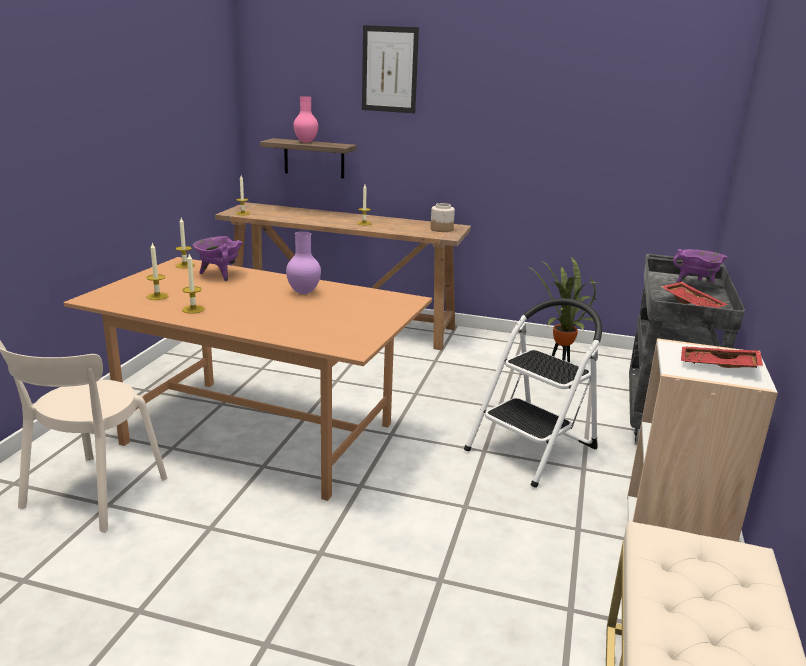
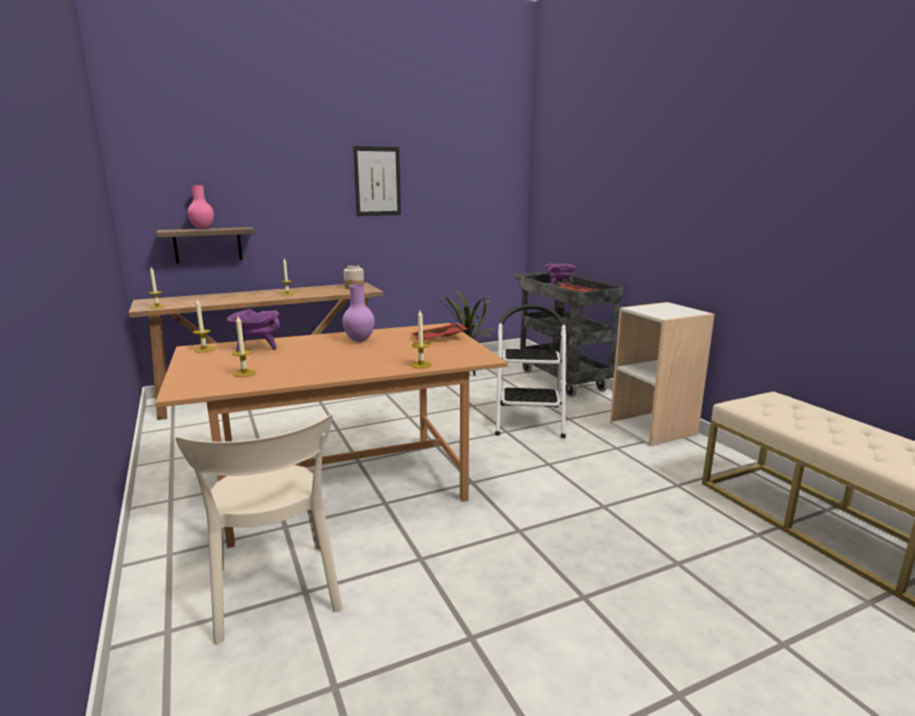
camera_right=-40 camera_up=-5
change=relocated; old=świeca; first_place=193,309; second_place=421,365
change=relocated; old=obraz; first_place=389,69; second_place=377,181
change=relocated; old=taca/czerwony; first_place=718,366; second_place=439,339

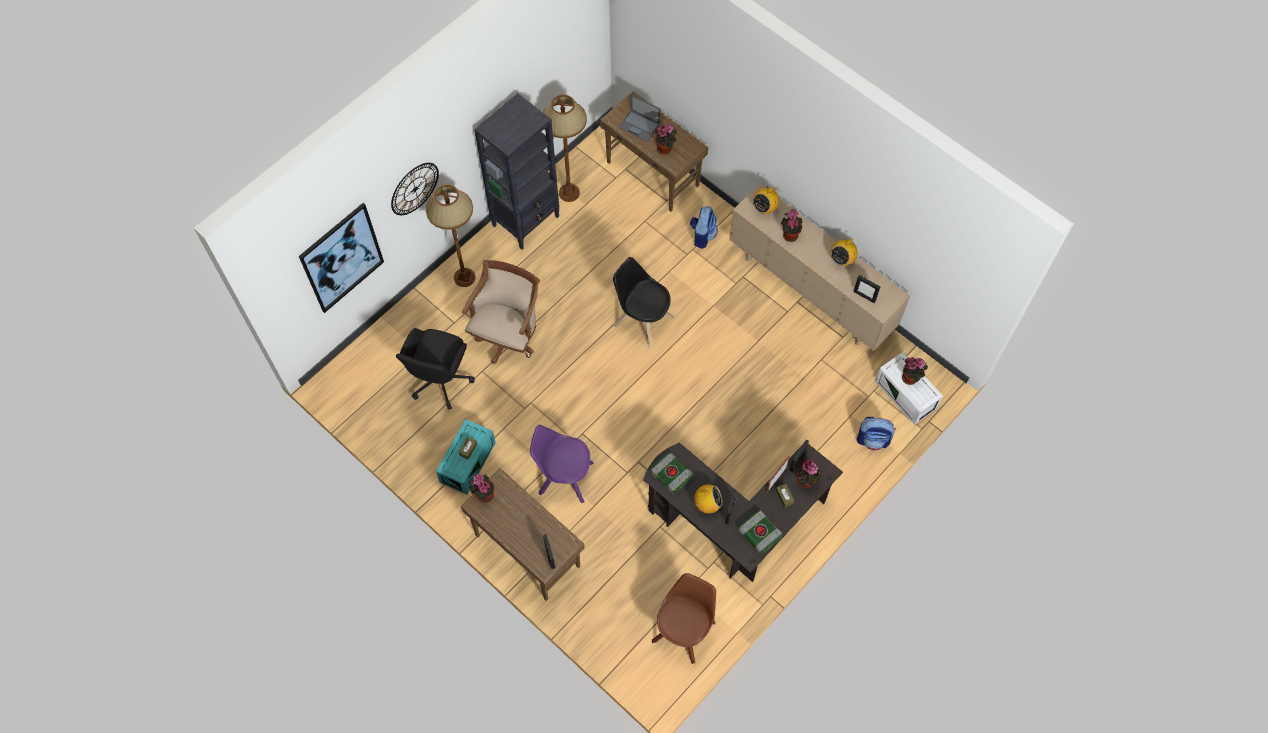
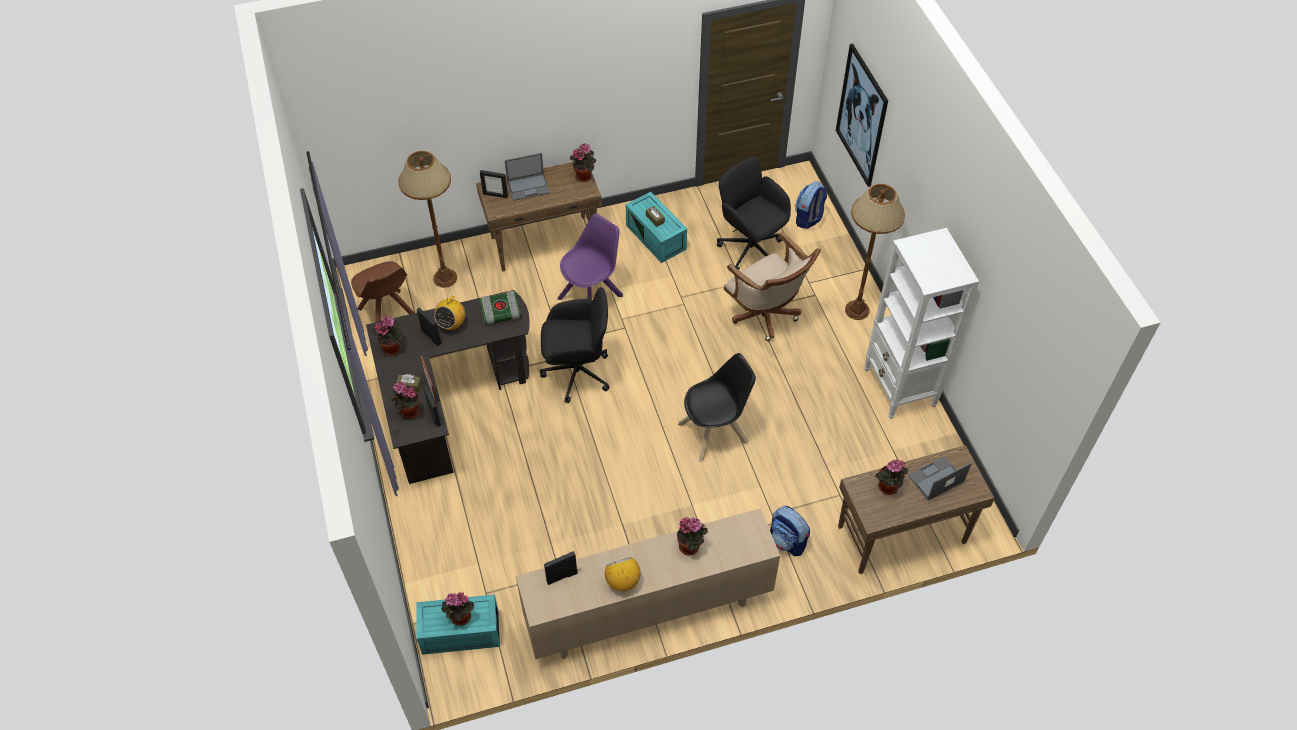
camera_right=120 camera_up=-10
change=missing; old=zegar ścienny; first_place=414,189
change=colour; old=regał/czarny; new=regał/biały; first_place=526,221; second_place=899,388
change=relocated; old=lampa stojąca/brązowy; first_place=569,192; second_place=445,278
change=exchanged; old=książka; new=roślina doniczkowa; first_place=759,534; second_place=393,348
change=missing; old=radio; first_place=765,208
change=relocated; old=plecak; first_place=873,440; second_place=808,219
change=colour; old=pojemnik do przechowywania/biały; new=pojemnik do przechowywania/turkusowy; first_place=907,394; second_place=459,633
change=appeared; new=laptop; second_place=529,186
change=appeared; new=krzesło biurowe/czarny; second_place=577,374

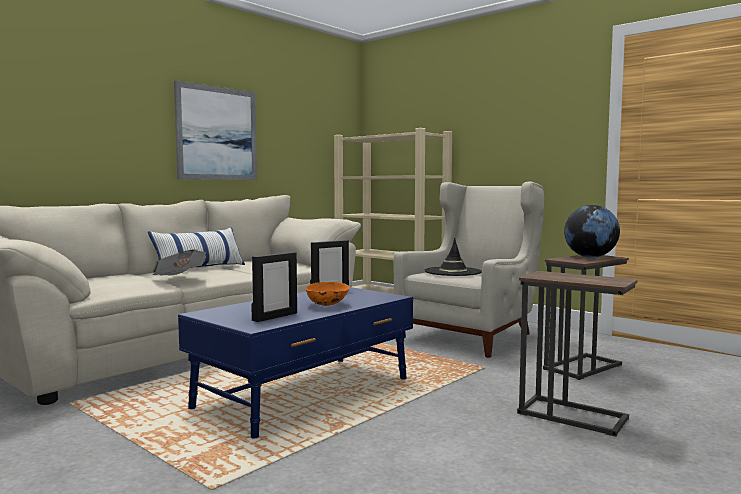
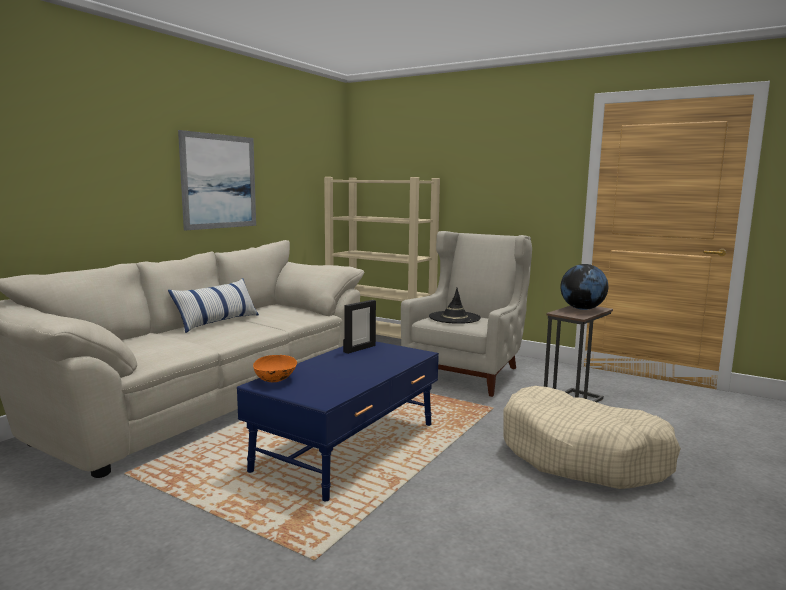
camera_right=-10 camera_up=5
change=missing; old=gazeta; first_place=179,278
change=missing; old=ramka na zdjęcie; first_place=275,317
change=relocated; old=miska/pomarańczowy; first_place=327,305; second_place=275,380
change=exchanged; old=stolik/brązowy; new=legowisko/beżowy; first_place=571,416; second_place=583,456

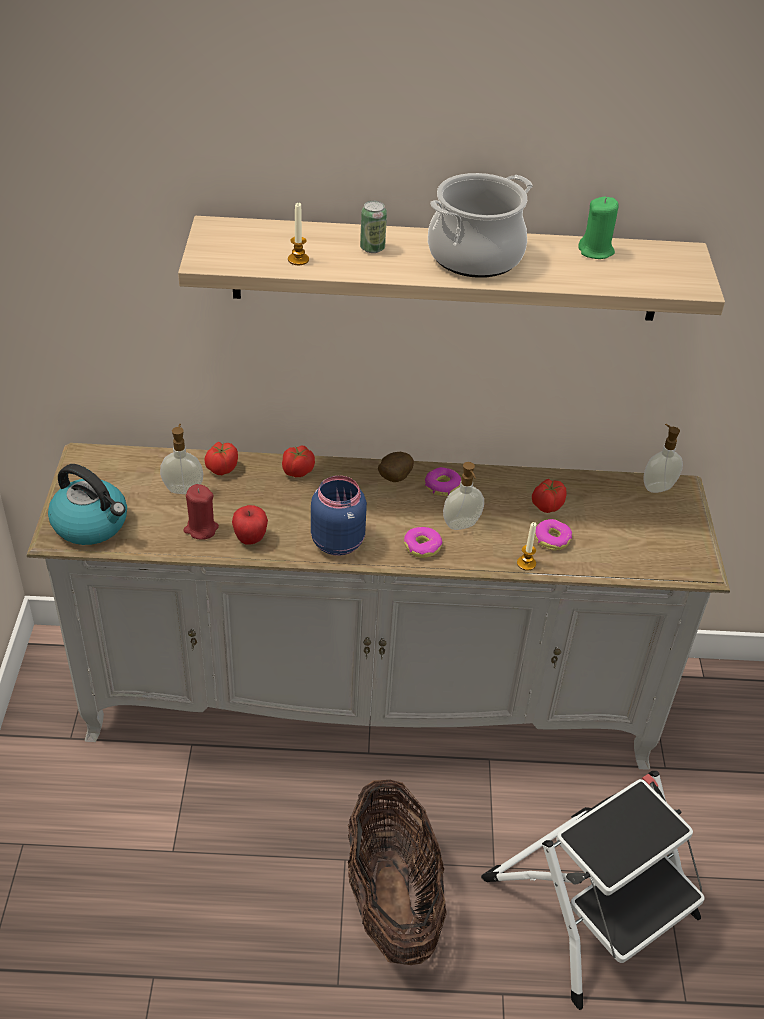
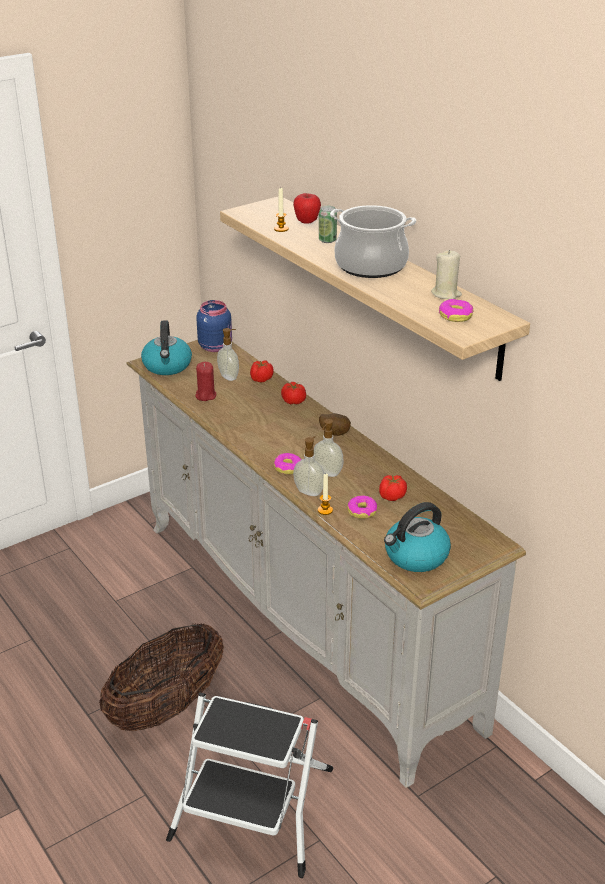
camera_right=55 camera_up=-10
change=relocated; old=jabłko; first_place=250,539; second_place=307,222
change=relocated; old=słoik/niebieski; first_place=337,541; second_place=216,346
change=relocated; old=donut; first_place=442,486; second_place=455,316
change=colour; old=świeca/zielony; new=świeca/beżowy; first_place=596,251; second_place=446,294
change=relocated; old=dozownik mydła; first_place=657,487; second_place=309,491
change=appeared; new=czajnik; second_place=415,556

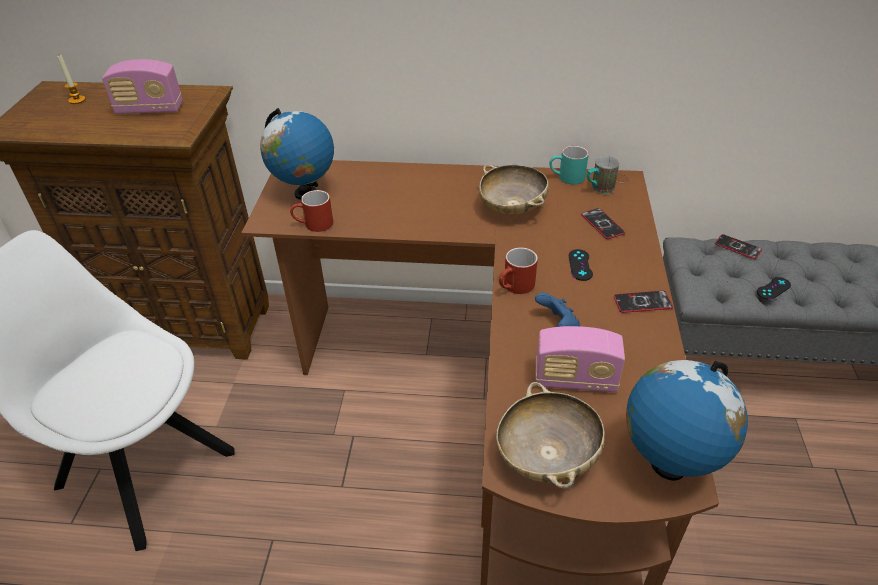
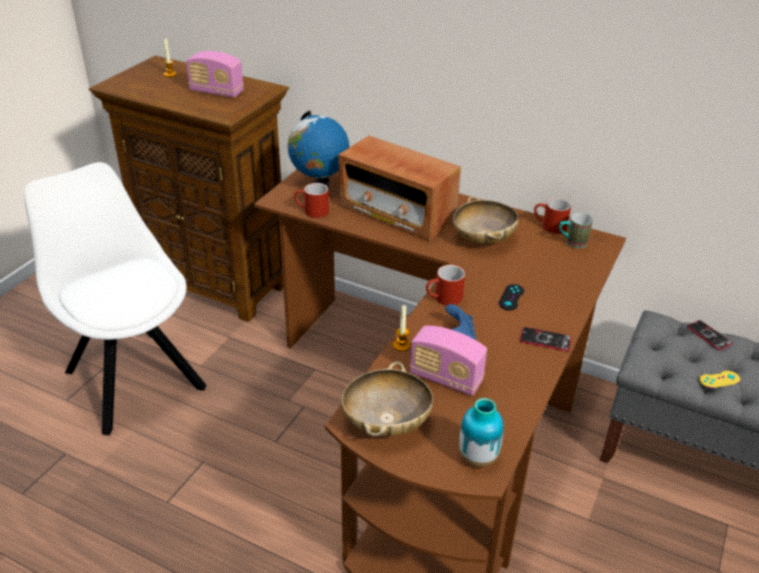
camera_right=20 camera_up=-5
change=colour; old=kubek/turkusowy; new=kubek/czerwony; first_place=566,178; second_place=549,227
change=missing; old=telefon; first_place=602,224
change=exchanged; old=globus; new=wazon; first_place=667,465; second_place=478,458
change=colour; old=pad do gier/czarny; new=pad do gier/żółty; first_place=773,288; second_place=719,379
change=appeared; new=radio; second_place=396,213
change=appeared; new=świeca; second_place=401,345

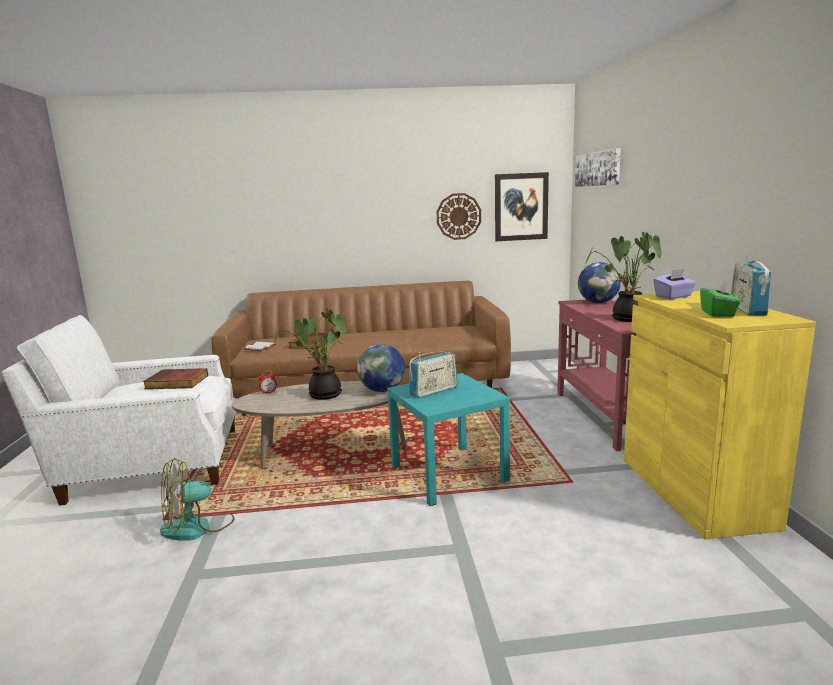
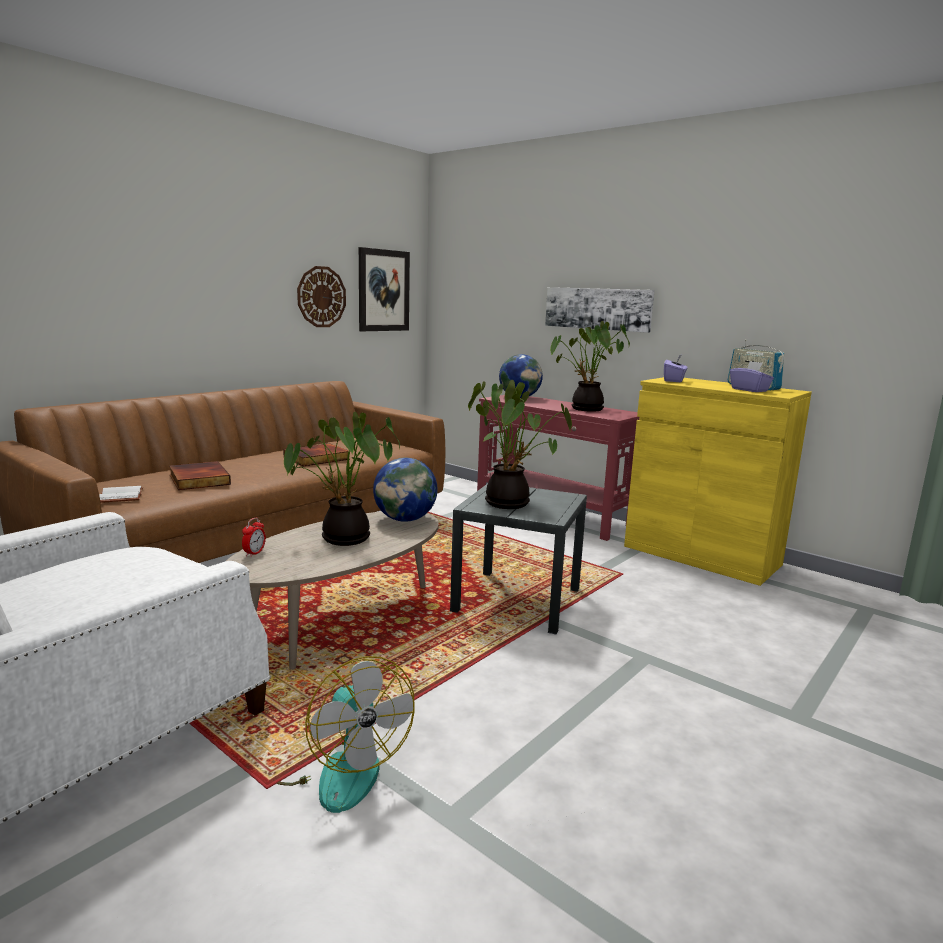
camera_right=-45 camera_up=0
change=relocated; old=książka; first_place=176,382; second_place=317,458
change=spun; old=wentylator; first_place=197,526; second_place=341,769; degrees=-45
change=colour; old=stolik/turkusowy; new=stolik/szary; first_place=448,474; second_place=518,601
change=exchanged; old=radio; new=roślina doniczkowa; first_place=433,391; second_place=510,503
change=relocated; old=obraz; first_place=598,169; second_place=598,308
change=colour; old=pudełko chusteczek/zielony; new=pudełko chusteczek/fioletowy; first_place=718,313; second_place=749,390

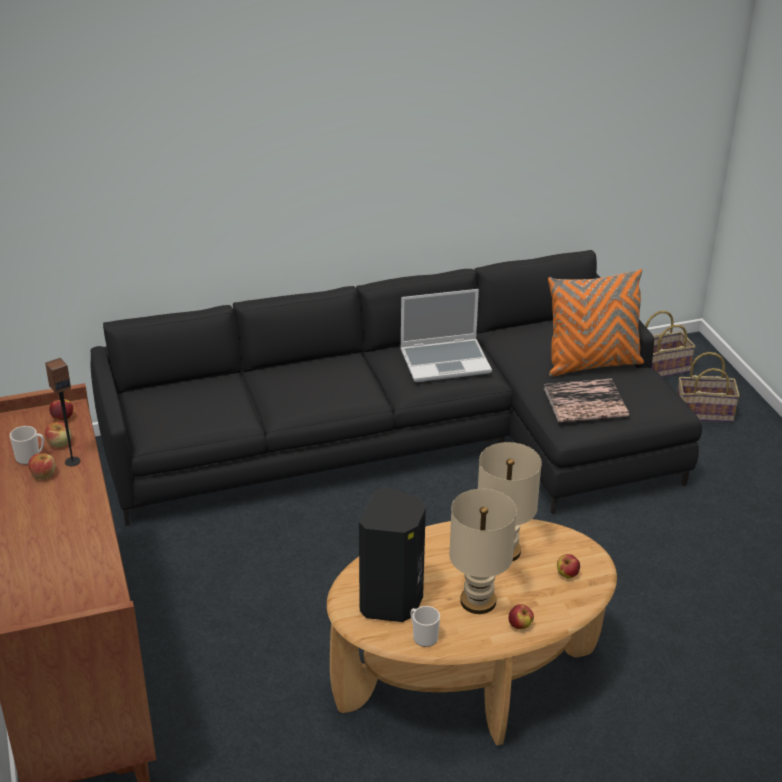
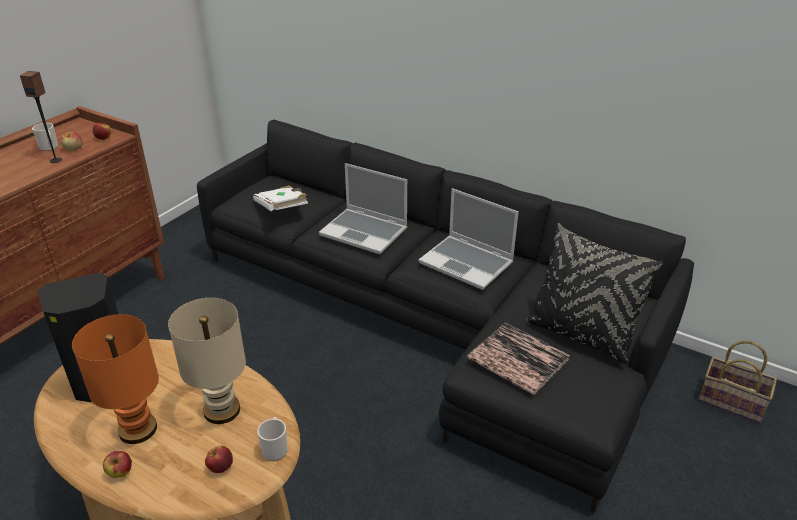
camera_right=50 camera_up=0
change=missing; old=jabłko; first_place=43,474
change=relocated; old=kubek; first_place=423,636; second_place=275,448
change=colour; old=lampa stołowa/beżowy; new=lampa stołowa/pomarańczowy; first_place=477,601; second_place=137,429
change=colour; old=poduszka/pomarańczowy; new=poduszka/czarny; first_place=592,364; second_place=581,335
change=missing; old=koszyk; first_place=705,412
change=appeared; new=książka/biały; second_place=282,209
change=appeared; new=laptop; second_place=365,232

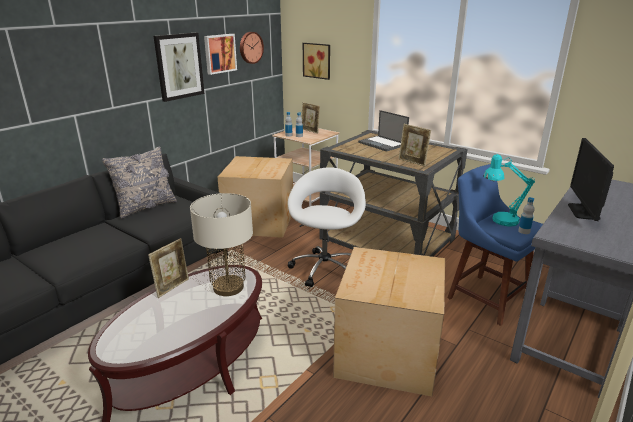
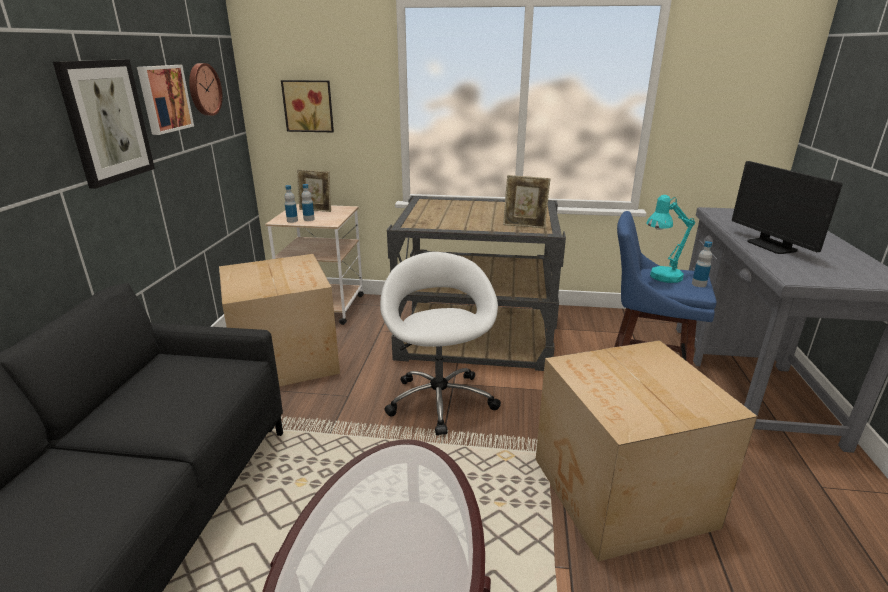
camera_right=-30 camera_up=0
change=missing; old=poduszka/szary; first_place=146,208
change=missing; old=ramka na zdjęcie; first_place=172,287
change=missing; old=lampa stołowa; first_place=228,287
change=missing; old=laptop; first_place=383,144

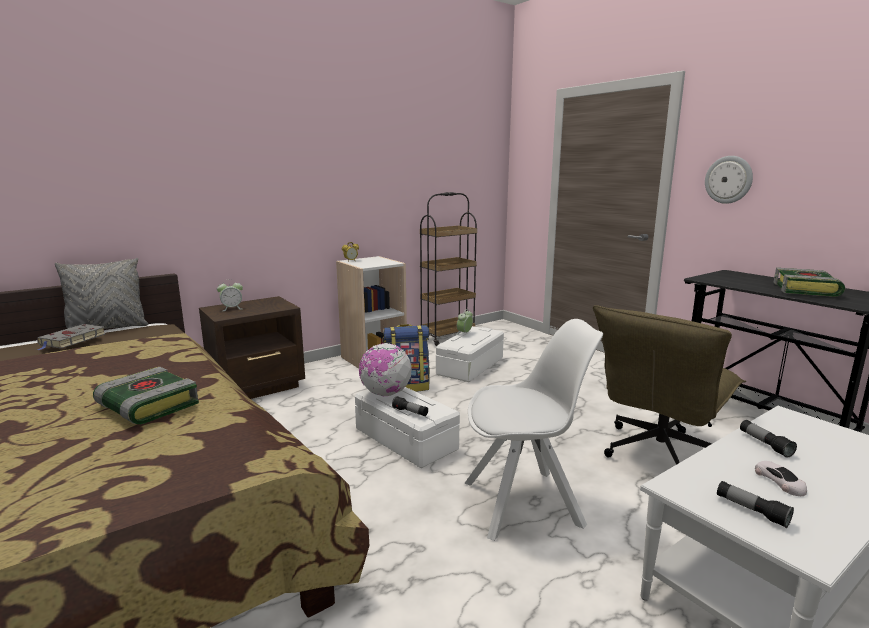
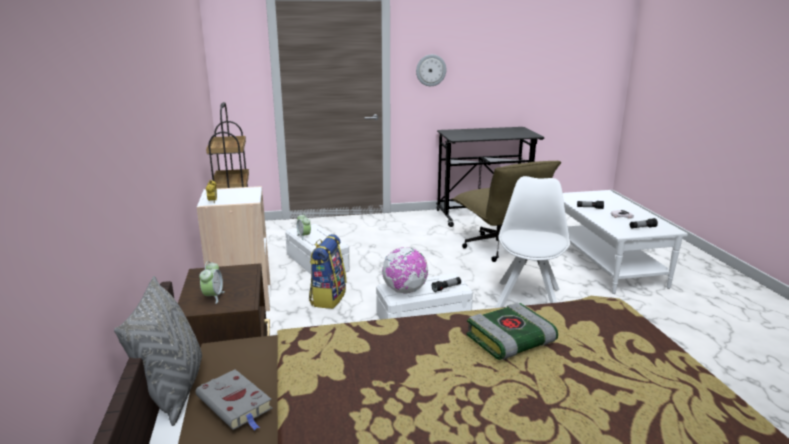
camera_right=-65 camera_up=5
change=missing; old=książka; first_place=806,290

